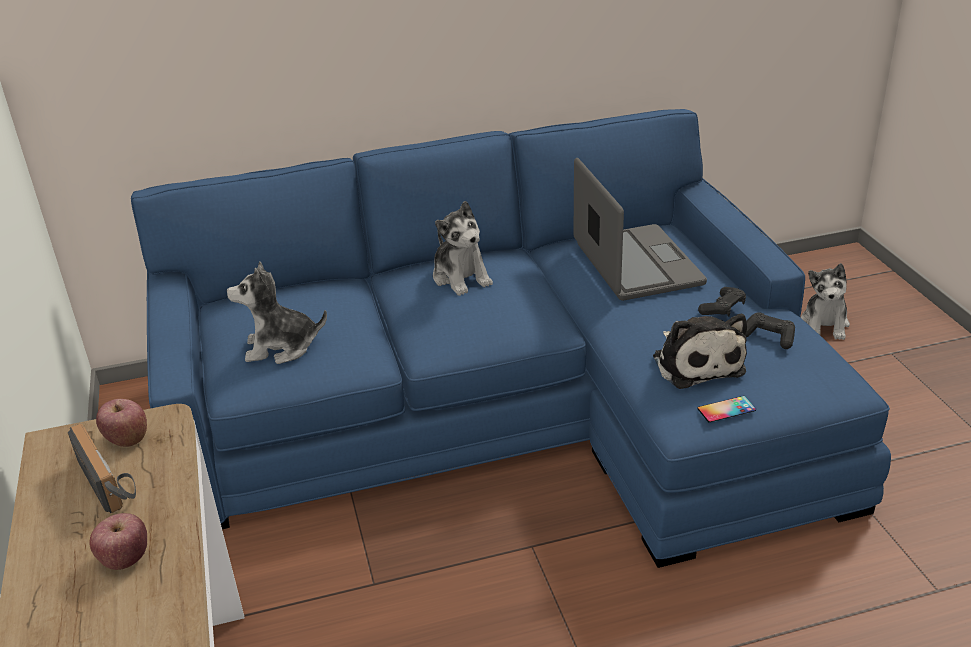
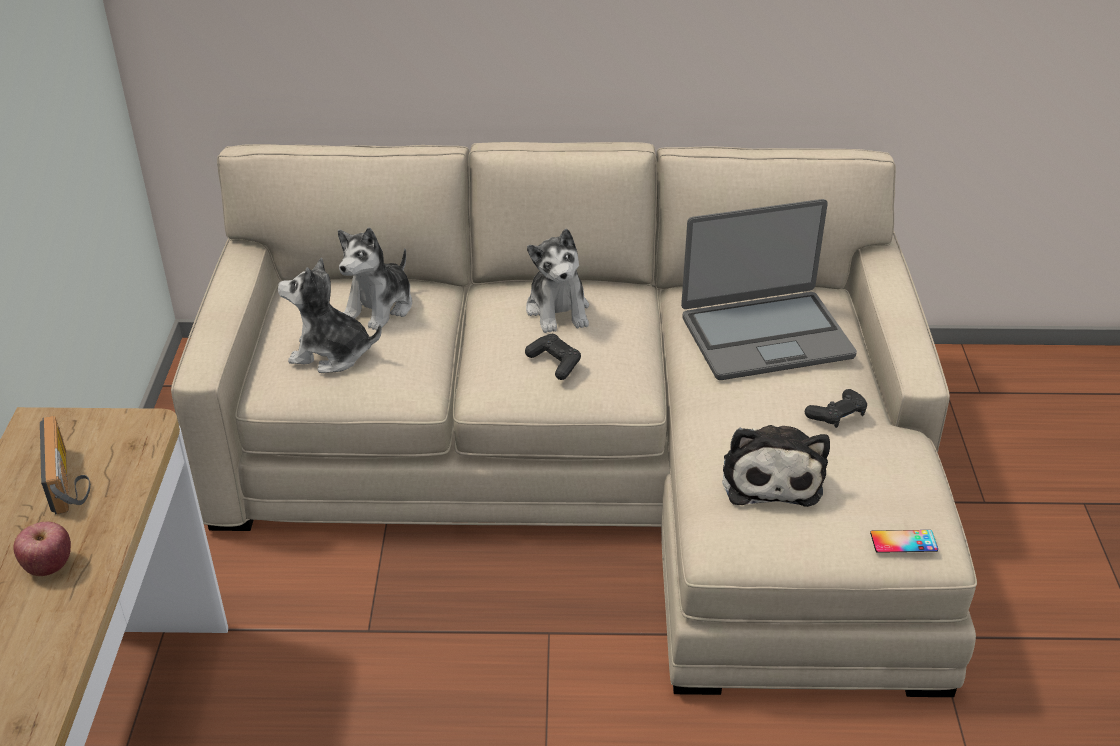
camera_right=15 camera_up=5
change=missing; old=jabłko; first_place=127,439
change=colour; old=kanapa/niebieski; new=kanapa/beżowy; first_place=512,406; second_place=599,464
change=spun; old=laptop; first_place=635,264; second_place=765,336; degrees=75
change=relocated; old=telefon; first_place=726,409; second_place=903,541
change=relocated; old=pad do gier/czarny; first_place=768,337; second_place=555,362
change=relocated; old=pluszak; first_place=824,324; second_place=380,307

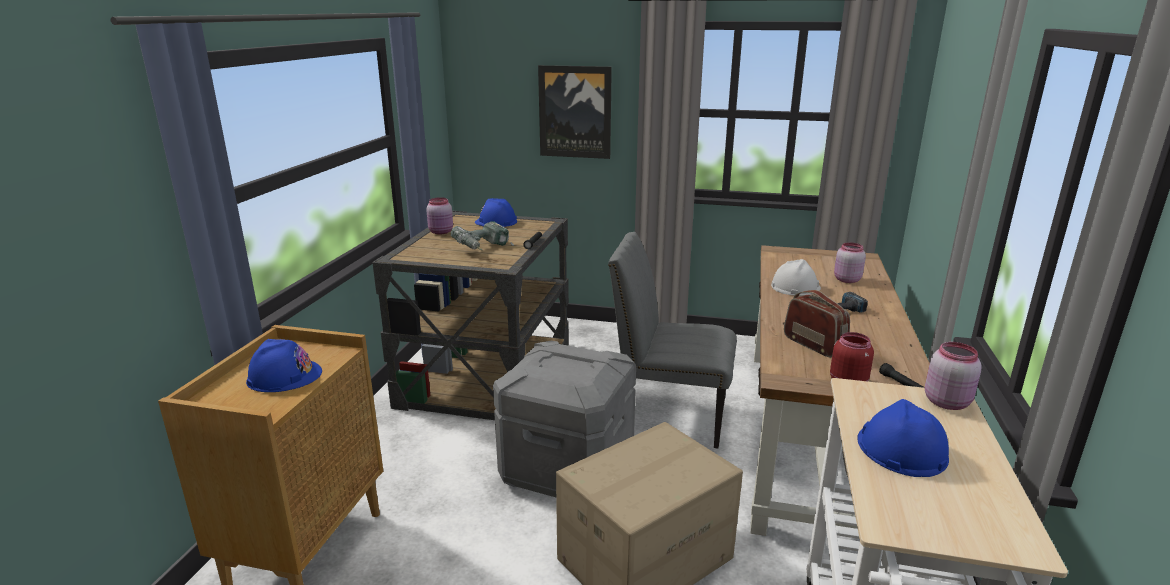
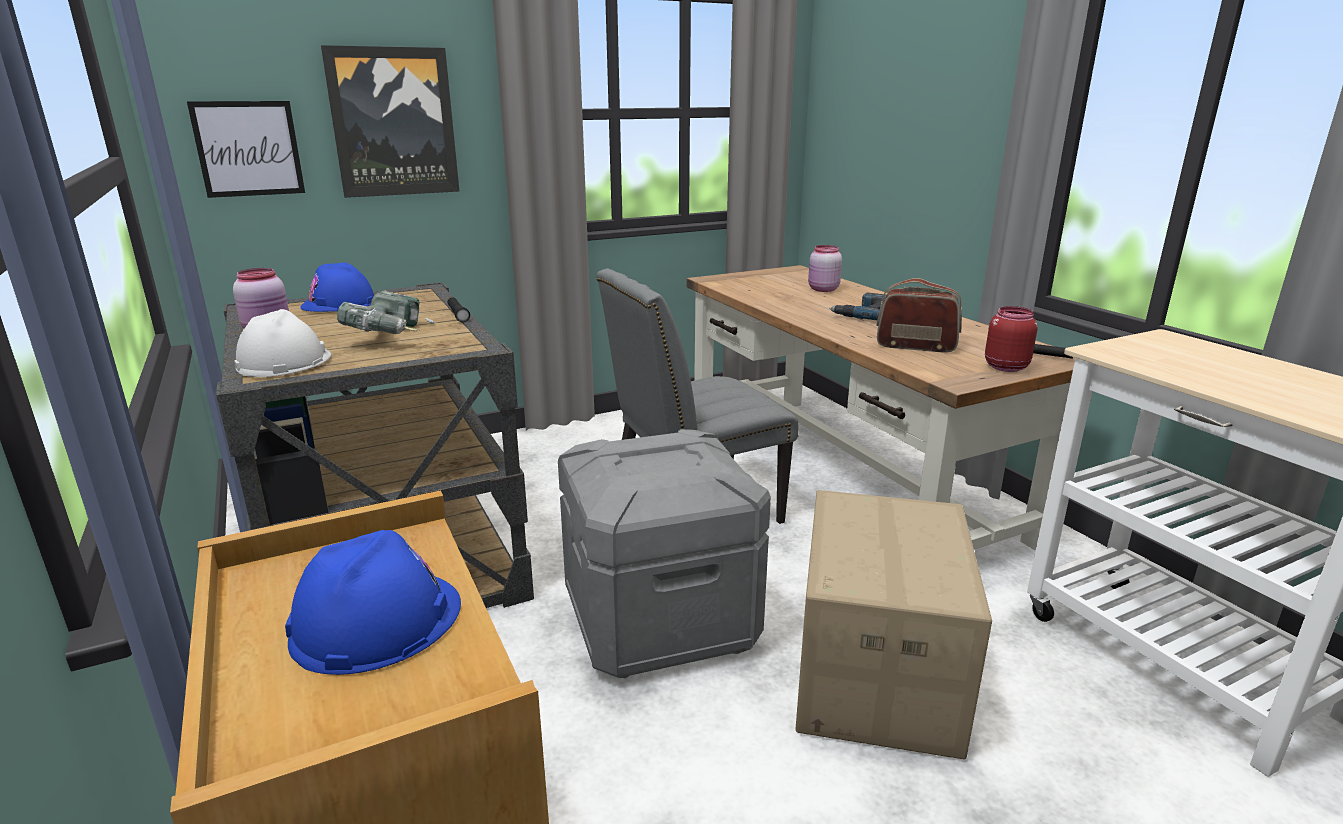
camera_right=-40 camera_up=0
change=relocated; old=kask/biały; first_place=795,287; second_place=284,362
change=missing; old=kask/niebieski; first_place=901,449
change=missing; old=słoik/różowy; first_place=947,402
change=appeared; new=obraz; second_place=248,149

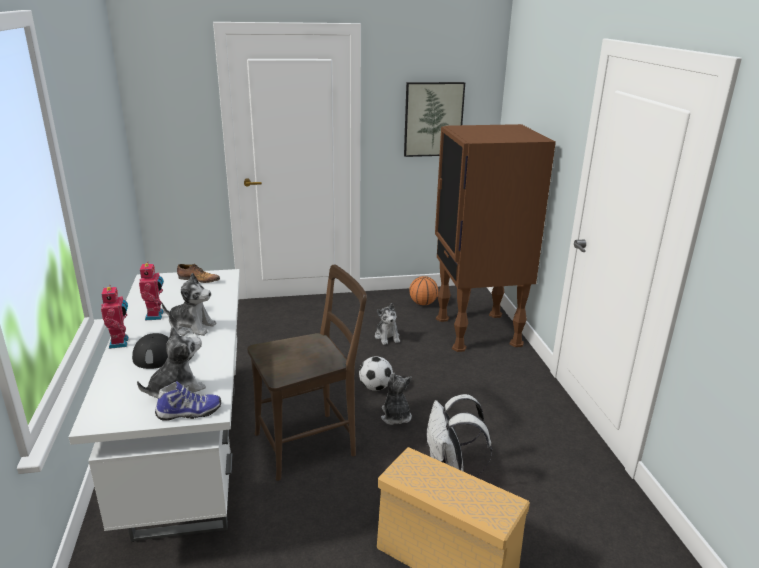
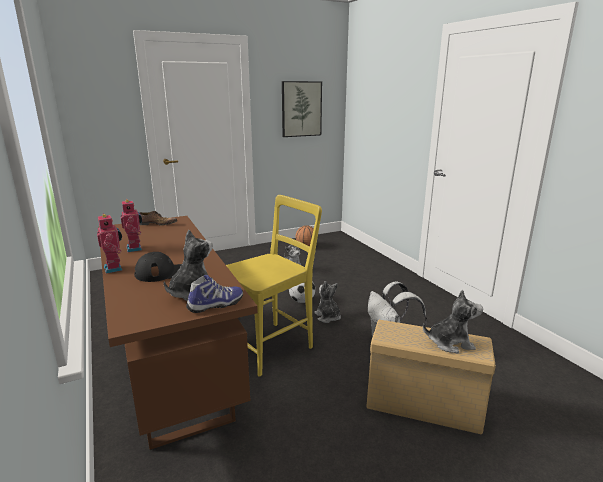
camera_right=-15 camera_up=-5
change=colour; old=biurko/biały; new=biurko/brązowy; first_place=189,454; second_place=173,371
change=relocated; old=pluszak; first_place=192,327; second_place=450,343
change=colour; old=krzesło/brązowy; new=krzesło/żółty; first_place=310,443; second_place=272,345
change=missing; old=szafka/brązowy; first_place=477,331

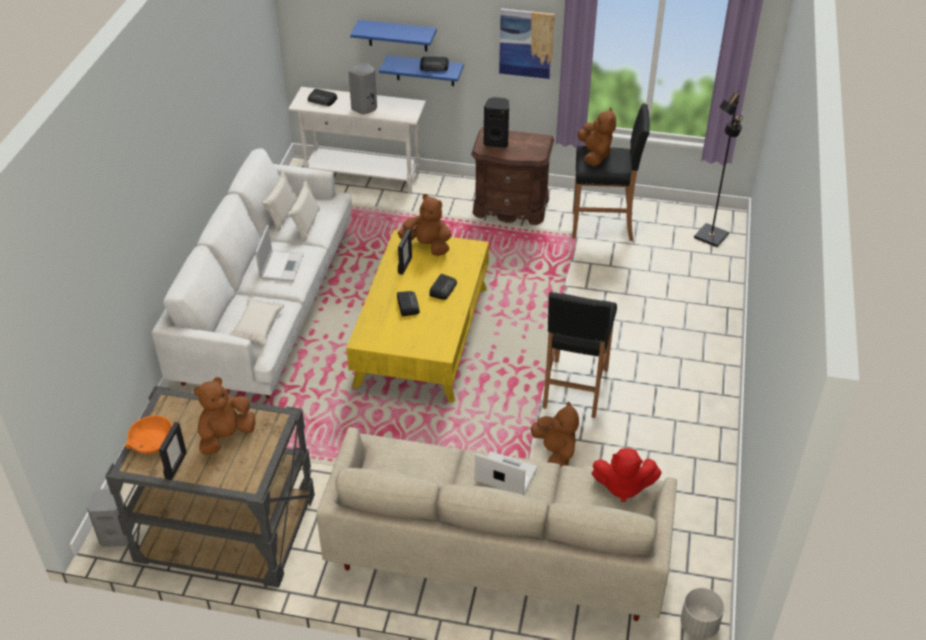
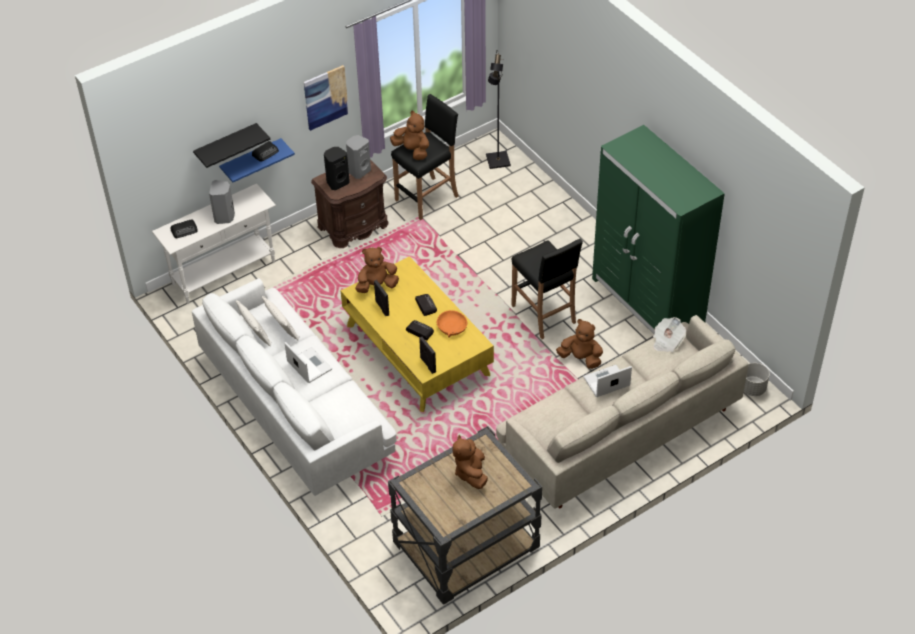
camera_right=-45 camera_up=5
change=relocated; old=głośnik/szary; first_place=117,536; second_place=359,171
change=relocated; old=miska/pomarańczowy; first_place=152,441; second_place=452,327
change=relocated; old=ramka na zdjęcie; first_place=176,465; second_place=427,365
change=missing; old=poduszka/biały; first_place=257,325
change=colour; old=półka/niebieski; new=półka/czarny; first_place=397,35; second_place=226,145
change=exchanged; old=pluszak/czerwony; new=gazeta; first_place=623,486; second_place=667,341
change=appeared; new=szafka/zielony; second_place=647,302

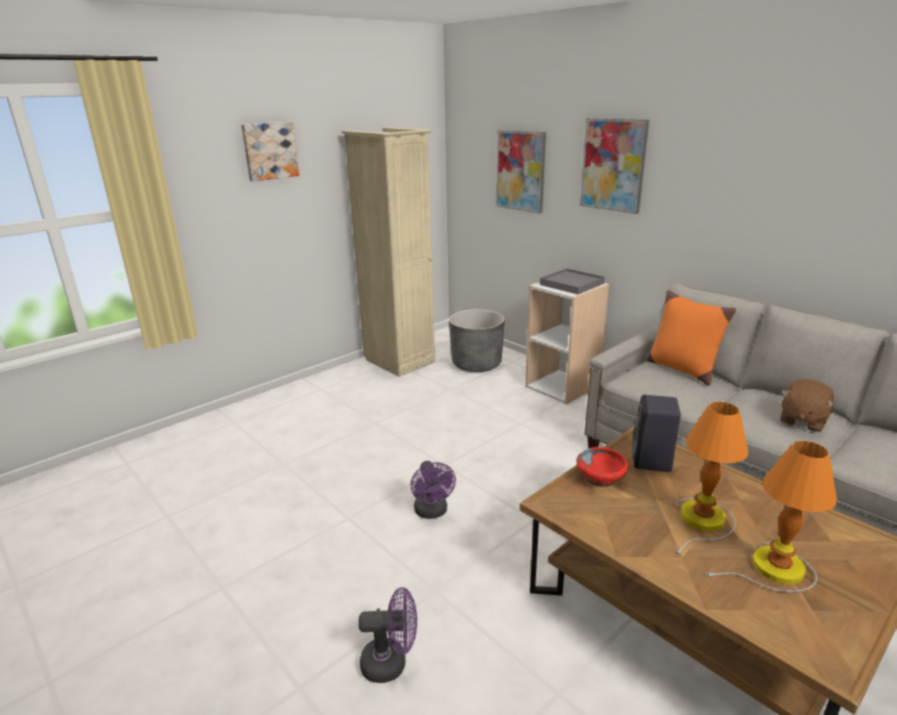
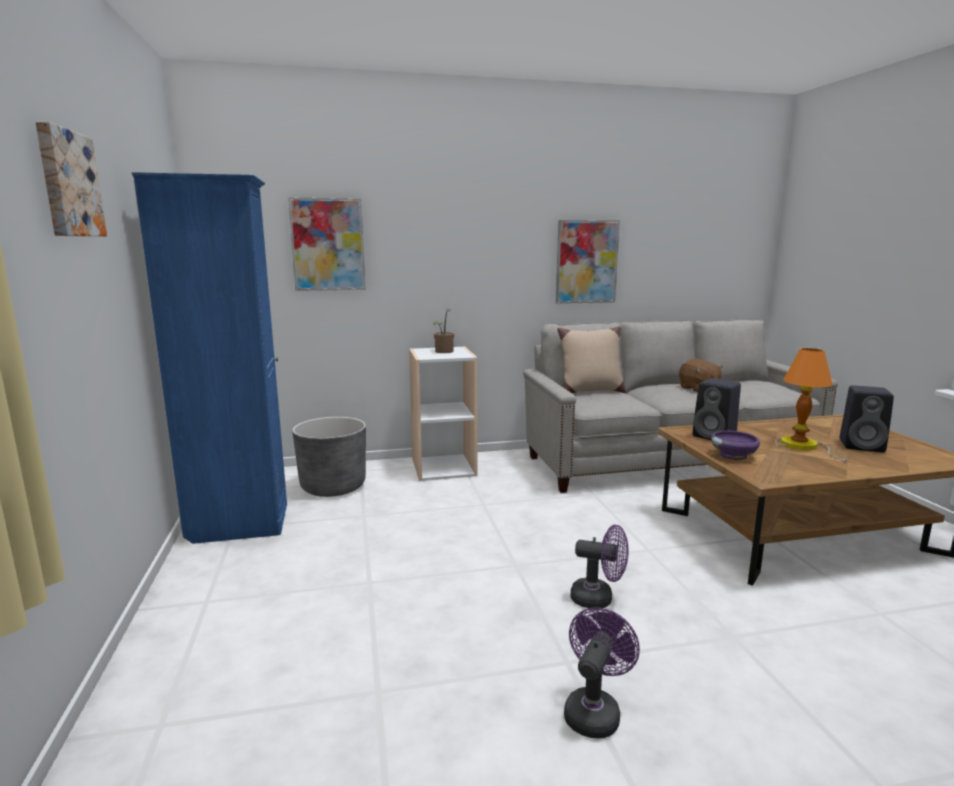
camera_right=-60 camera_up=-10
change=colour; old=szafka/beżowy; new=szafka/niebieski; first_place=400,361; second_place=240,523
change=relocated; old=wentylator/fioletowy; first_place=391,663; second_place=594,710
change=exchanged; old=taca/szary; new=roślina doniczkowa; first_place=572,284; second_place=444,352
change=colour; old=miska/czerwony; new=miska/fioletowy; first_place=600,479; second_place=733,456
change=relocated; old=obraz; first_place=613,165; second_place=586,262
change=colour; old=poduszka/pomarańczowy; new=poduszka/beżowy; first_place=681,369; second_place=590,391
change=exchanged; old=lampa stołowa; new=głośnik/czarny; first_place=774,569; second_place=863,446

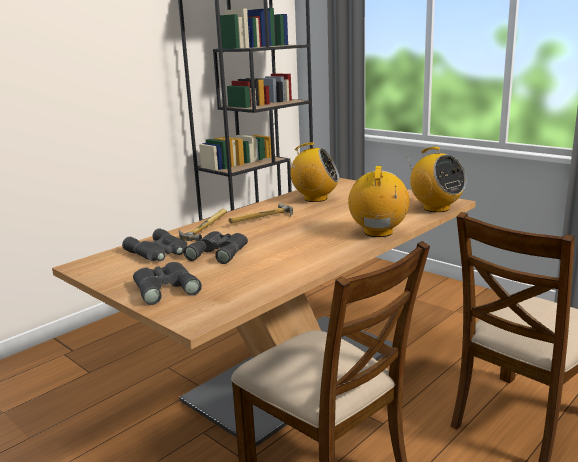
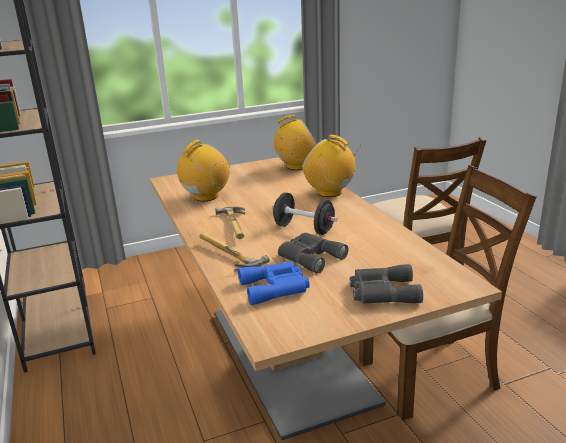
camera_right=-65 camera_up=5
change=colour; old=lornetka/szary; new=lornetka/niebieski; first_place=158,252; second_place=276,287
change=appeared; new=hantel/czarny; second_place=304,229

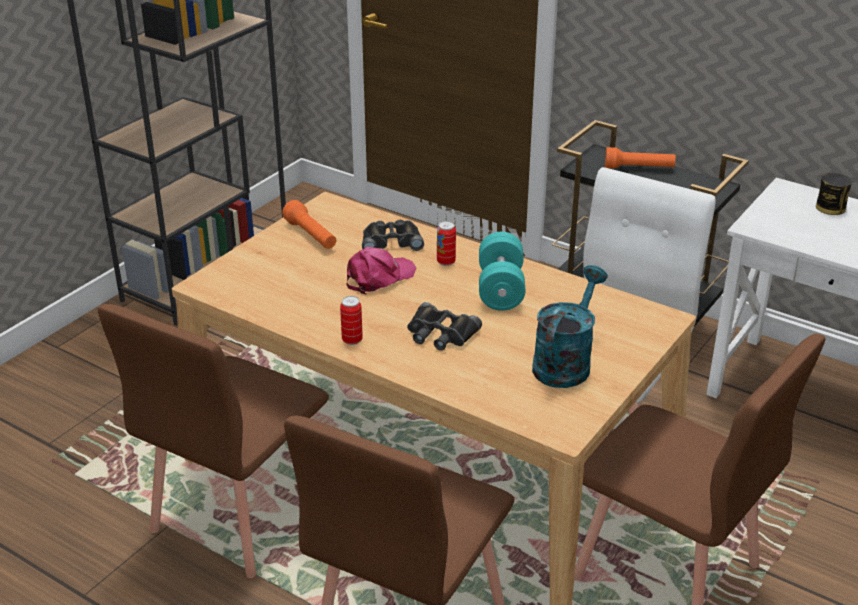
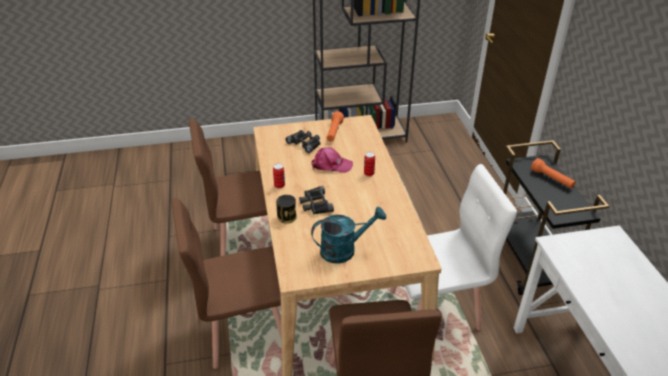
camera_right=45 camera_up=5
change=relocated; old=lornetka/czarny; first_place=391,241; second_place=305,143
change=missing; old=hantel/turkusowy; first_place=500,289
change=relocated; old=puszka; first_place=830,208; second_place=287,217

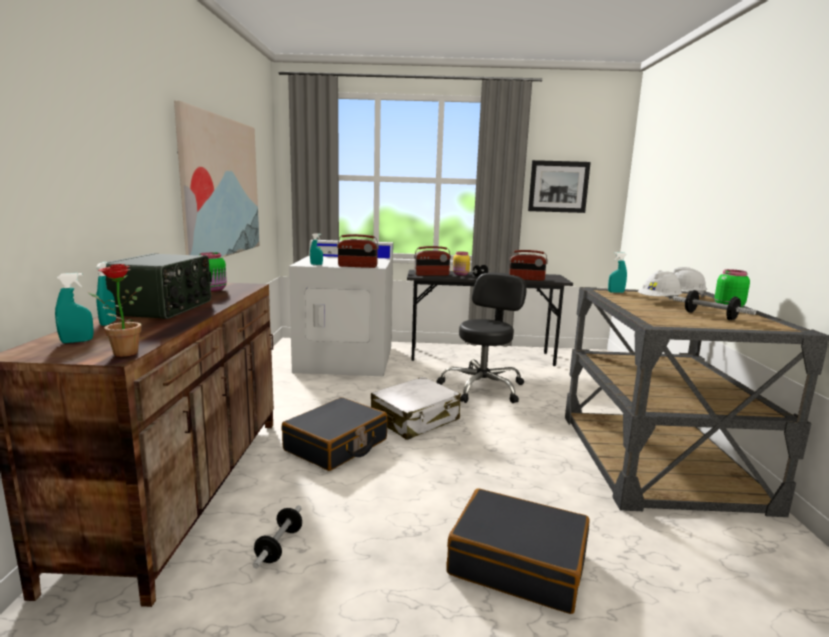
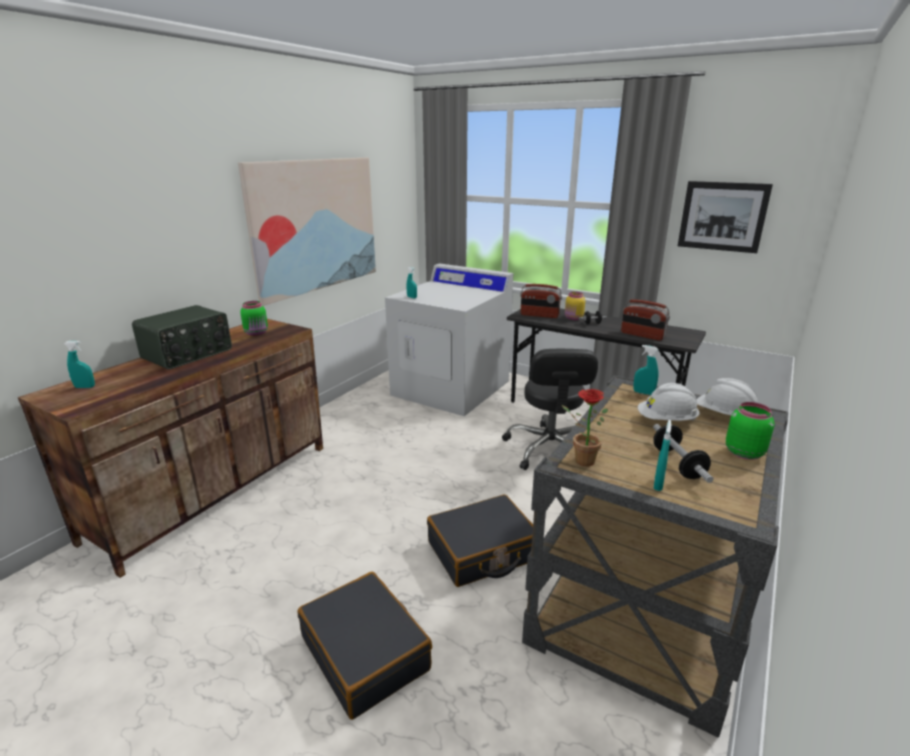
camera_right=30 camera_up=10
change=relocated; old=roślina doniczkowa; first_place=120,353; second_place=580,460
change=relocated; old=spryskiwacz/turkusowy; first_place=108,323; second_place=658,484
change=missing; old=hantel; first_place=279,546
change=relocated; old=walizka/czarny; first_place=336,445; second_place=482,551
change=missing; old=radio; first_place=357,266
change=missing; old=walizka/biały; first_place=415,419
change=spun; old=krzesło biurowe/czarny; first_place=484,386; second_place=550,451; degrees=120

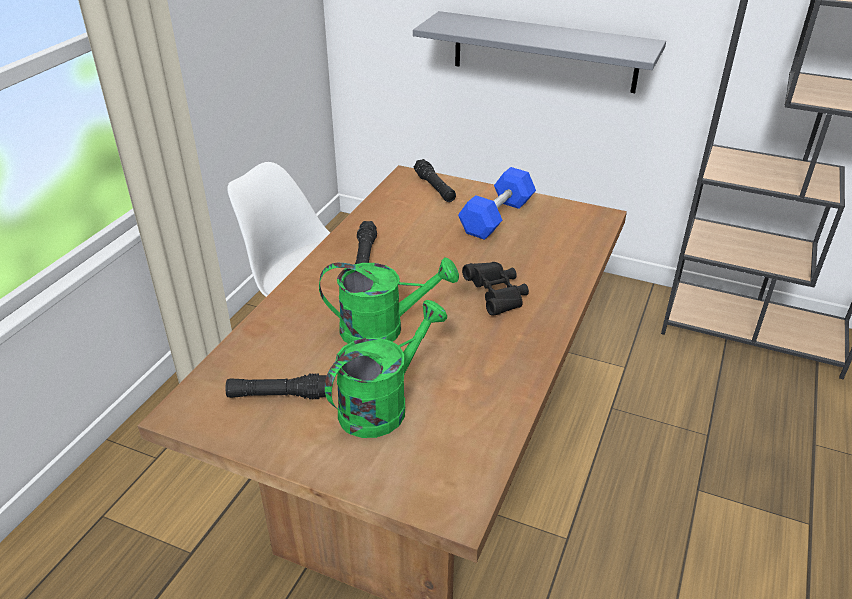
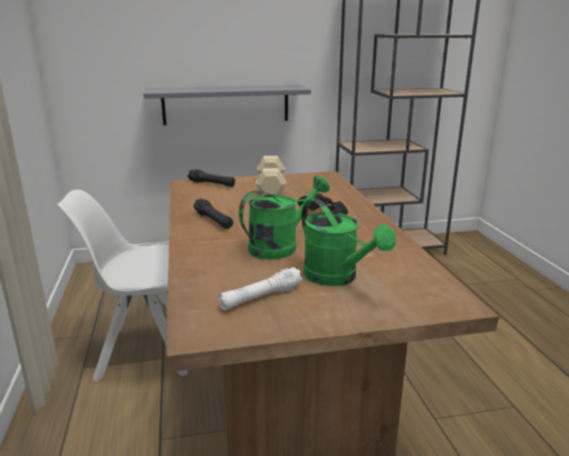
camera_right=-35 camera_up=-15
change=colour; old=latarka/czarny; new=latarka/biały; first_place=279,395; second_place=261,297
change=spun; old=konewka/zielony; first_place=382,405; second_place=337,277; degrees=135
change=colour; old=hantel/niebieski; new=hantel/beżowy; first_place=497,217; second_place=270,187

